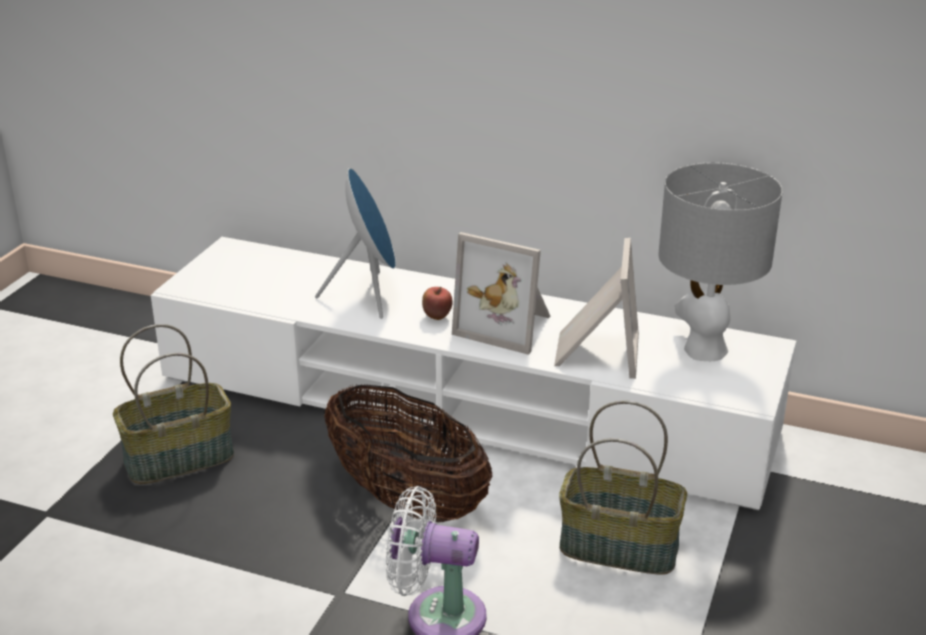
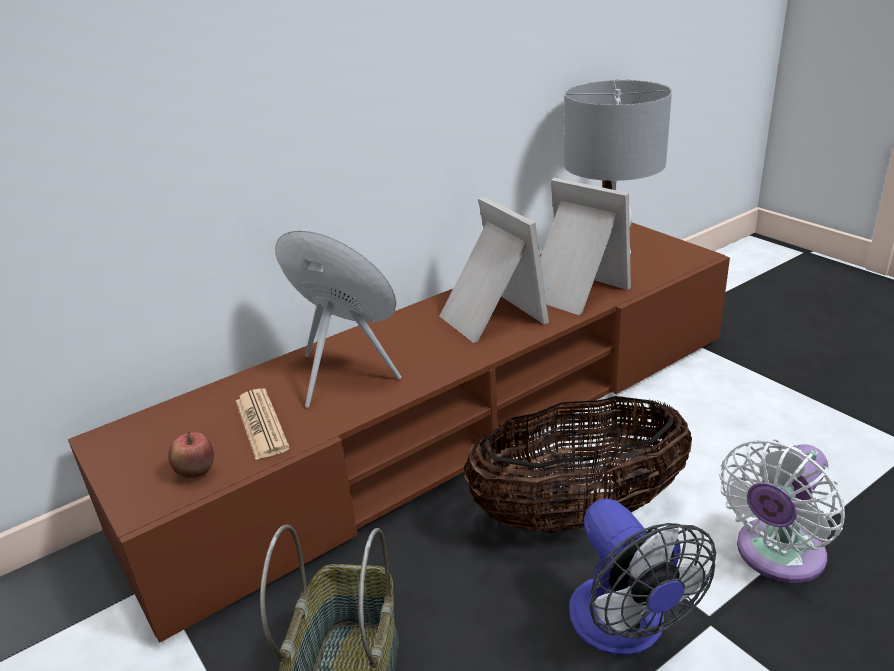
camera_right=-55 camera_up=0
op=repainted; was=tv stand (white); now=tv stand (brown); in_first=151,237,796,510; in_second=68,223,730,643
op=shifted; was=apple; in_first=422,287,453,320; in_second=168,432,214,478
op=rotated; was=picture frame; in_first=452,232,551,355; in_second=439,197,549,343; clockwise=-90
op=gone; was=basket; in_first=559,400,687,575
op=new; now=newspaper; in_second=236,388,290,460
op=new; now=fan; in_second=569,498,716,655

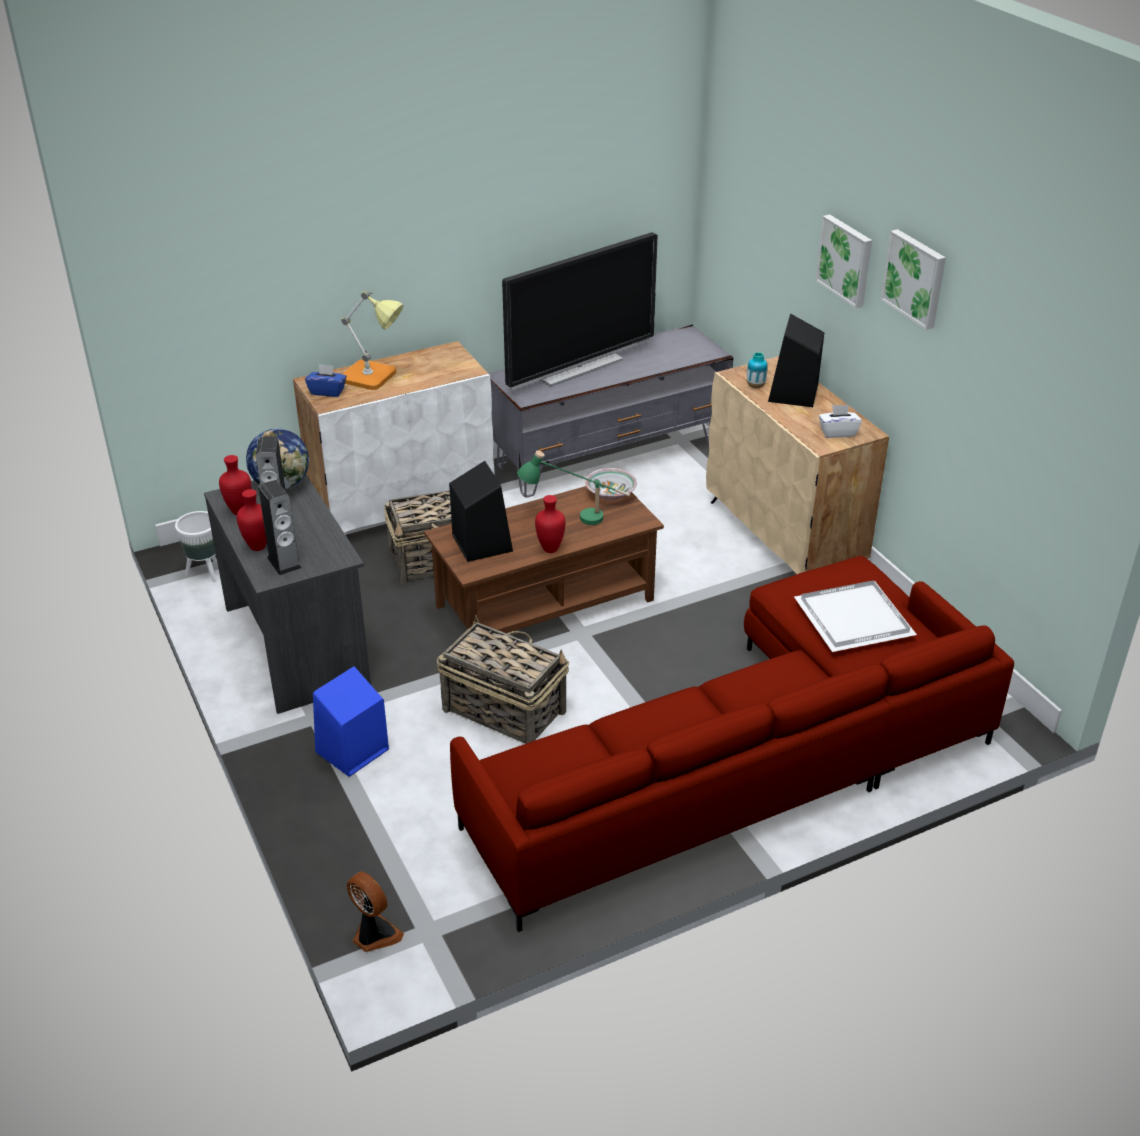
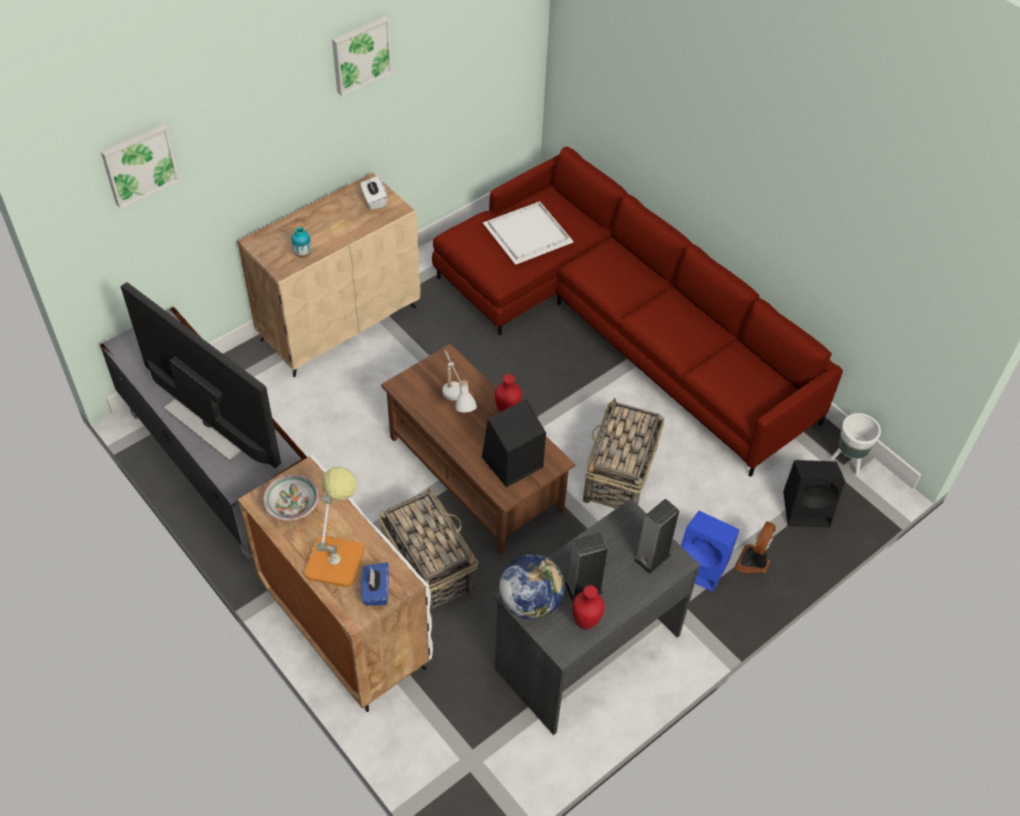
camera_right=-105 camera_up=15
op=shifted; was=planter (white); in_first=175,511,217,582; in_second=830,413,881,475
op=gone; was=vase (red); in_first=237,489,267,551
op=shifted; was=fan; in_first=347,872,404,952; in_second=735,521,776,573
op=repainted; was=table lamp (green); now=table lamp (white); in_first=517,451,630,525; in_second=442,351,477,412
op=shifted; was=bowl; in_first=585,468,637,500; in_second=263,474,319,521
op=shifted; was=speaker (black); in_first=768,313,824,407; in_second=783,460,845,527
op=shifted; was=picture; in_first=815,215,872,308; in_second=101,124,180,208

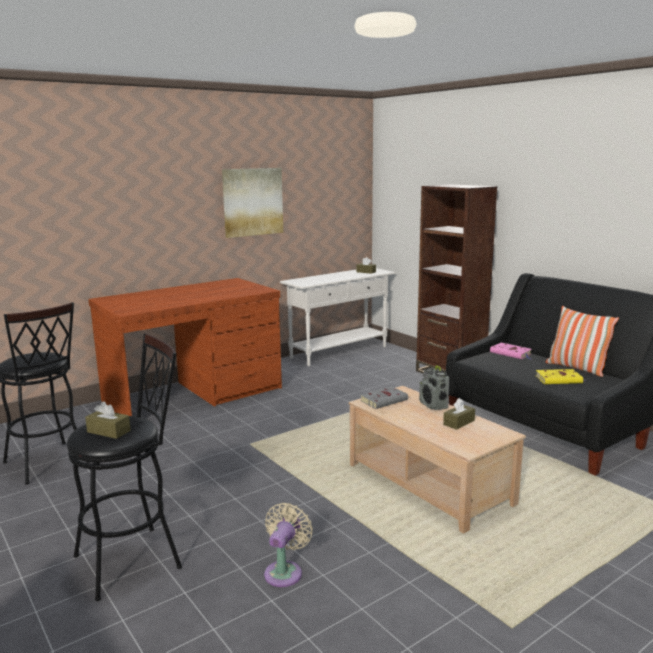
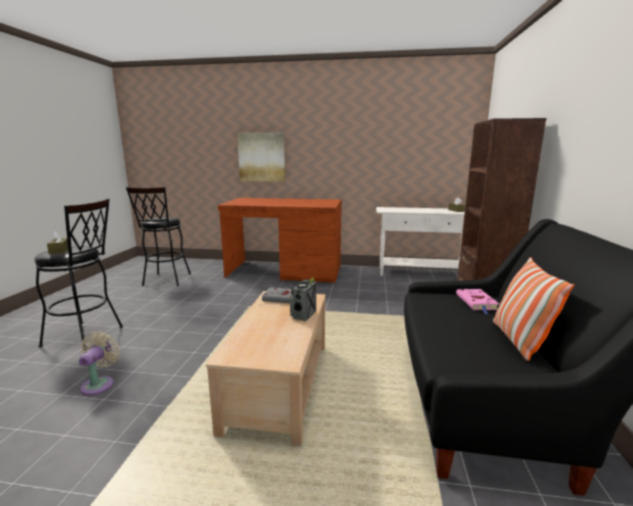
camera_right=45 camera_up=0
op=shifted; was=picture; in_first=222,168,283,238; in_second=237,133,285,182
op=rotated; was=fan (beige); in_first=264,503,313,587; in_second=79,332,120,395; clockwise=-60
op=gone; was=tissue box (brown); in_first=443,398,475,430
op=gone; was=book (yellow); in_first=536,369,587,384

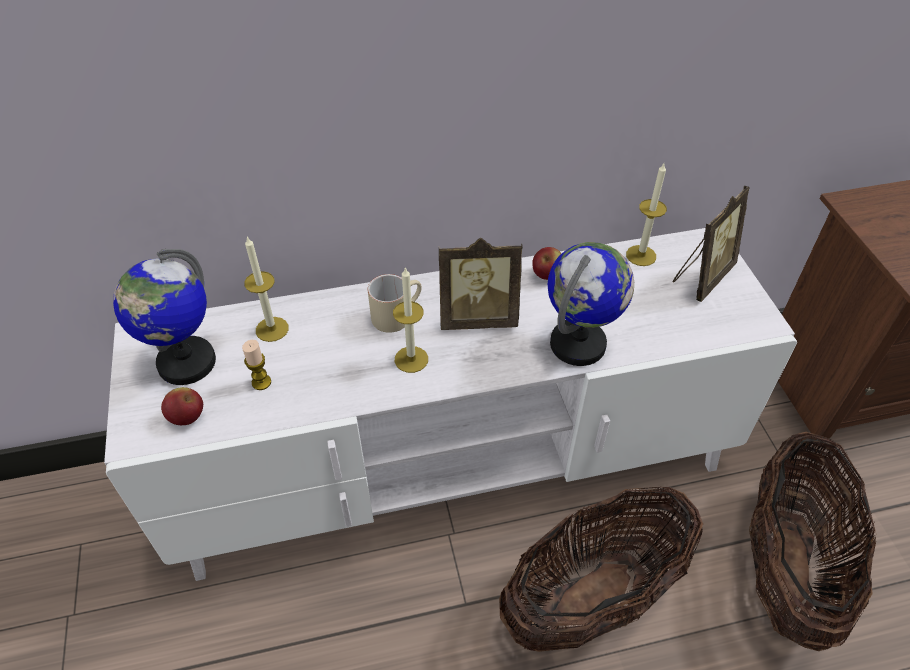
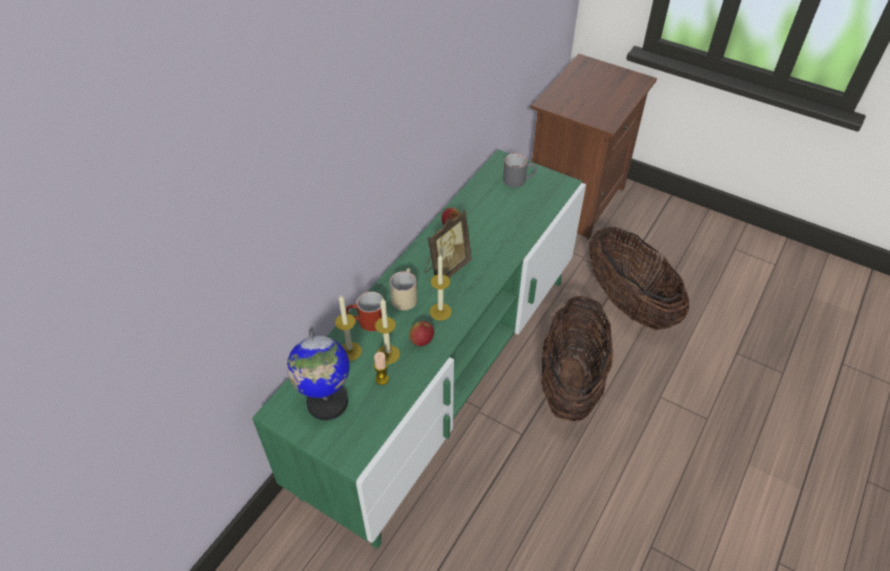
camera_right=-45 camera_up=0
op=repainted; was=tv stand (white); now=tv stand (green); in_first=104,228,797,581; in_second=252,149,586,549
op=shifted; was=apple; in_first=161,387,203,425; in_second=409,321,434,346
op=gone; was=globe; in_first=548,242,634,366
op=shifted; was=candle; in_first=626,164,667,266; in_second=375,298,400,364
op=swapped; was=picture frame; now=mug (grey); in_first=673,186,750,302; in_second=503,153,537,187
op=new; now=mug (red); in_second=346,291,384,331

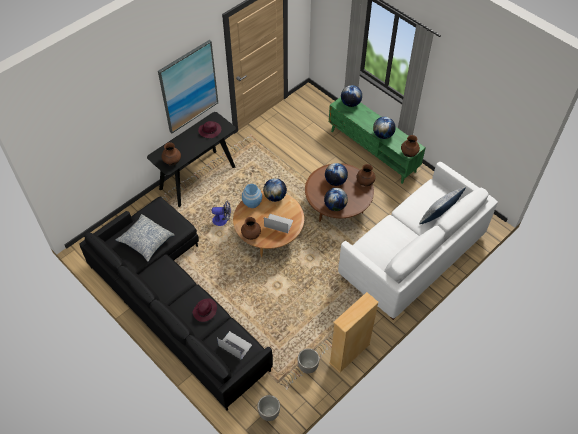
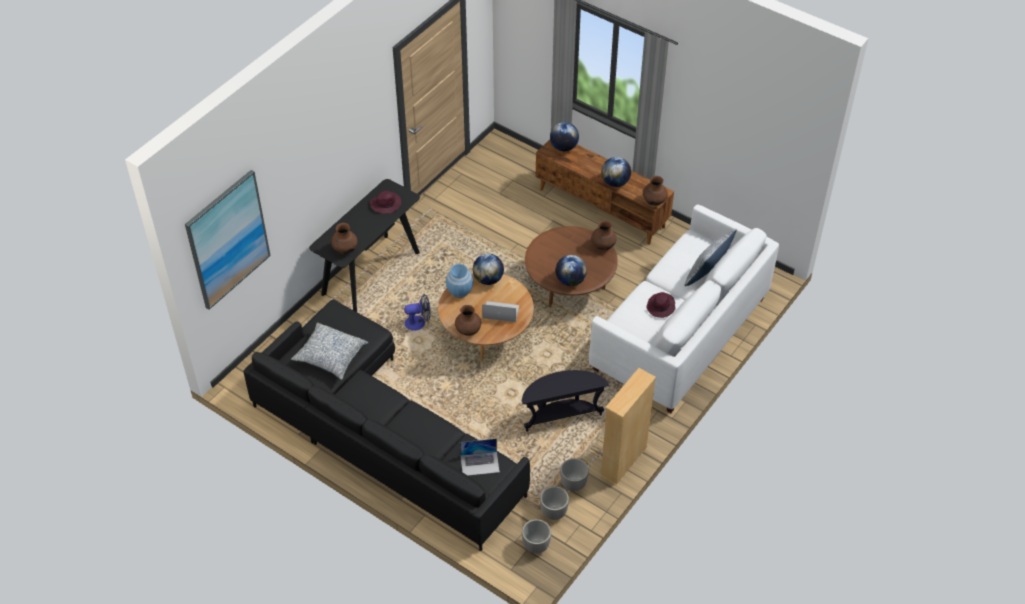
camera_right=-10 camera_up=-5
op=shifted; was=picture; in_first=158,40,218,134; in_second=185,170,271,310
op=shifted; was=hat (purple); in_first=192,298,217,322; in_second=647,292,675,318
op=rotated; was=laptop; in_first=217,331,252,360; in_second=460,439,500,476; clockwise=150
op=gone; was=globe; in_first=325,163,348,186
op=repainted; was=tv stand (green); now=tv stand (brown); in_first=329,97,425,184; in_second=536,139,674,245
op=new; now=side table (black); in_second=522,370,609,432
op=new; now=planter; in_second=540,486,569,520

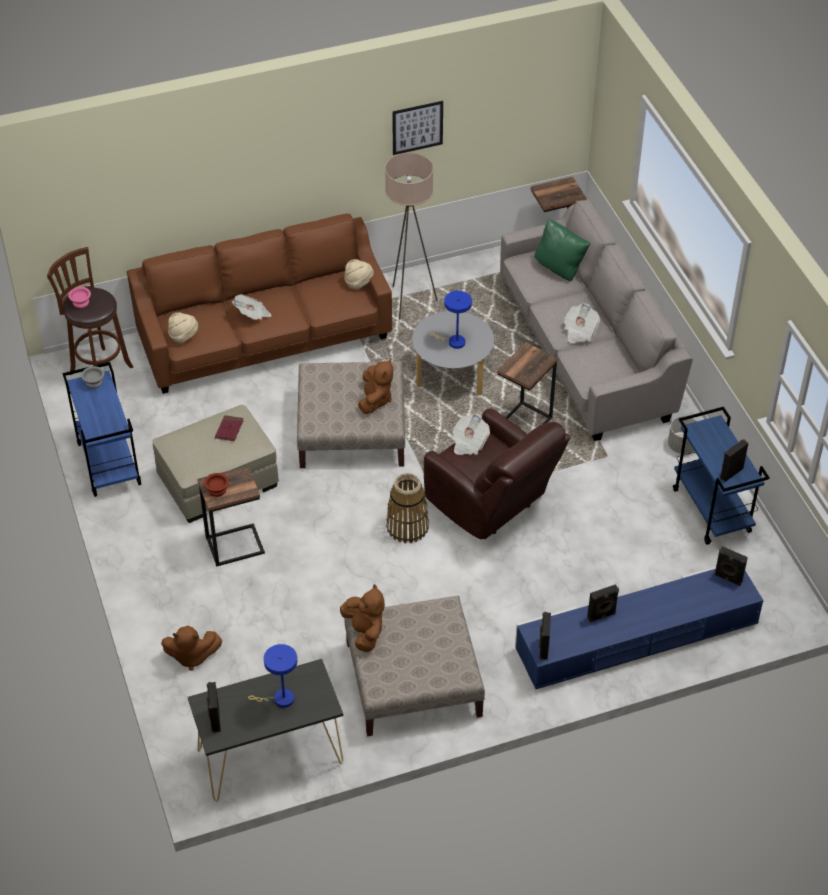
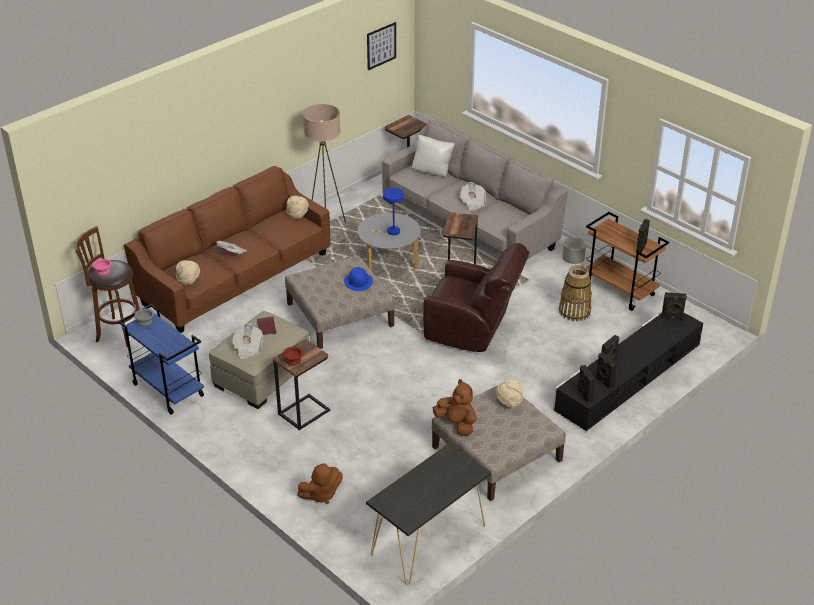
camera_right=-25 camera_up=-10
op=shifted; was=speaker (black); in_first=207,682,221,733; in_second=596,352,617,390
op=gone; was=table lamp (blue); in_first=248,644,297,708
op=swapped; was=plush toy (brown); now=hat (blue); in_first=358,358,393,414; in_second=344,267,373,291
op=shifted; was=basket; in_first=386,473,429,543; in_second=559,265,592,321
op=shifted; was=picture; in_first=392,101,443,155; in_second=367,22,396,70
op=shifted; was=newspaper; in_first=452,414,490,455; in_second=232,324,263,359
op=repainted; was=tv stand (blue); now=tv stand (black); in_first=515,567,764,689; in_second=553,311,703,431
op=repainted; was=pillow (green); now=pillow (white); in_first=534,219,590,282; in_second=412,135,455,177
op=repainted; was=cart (blue); now=cart (brown); in_first=673,407,770,545; in_second=586,212,669,311
op=new; now=hat (beige); in_second=495,380,523,409

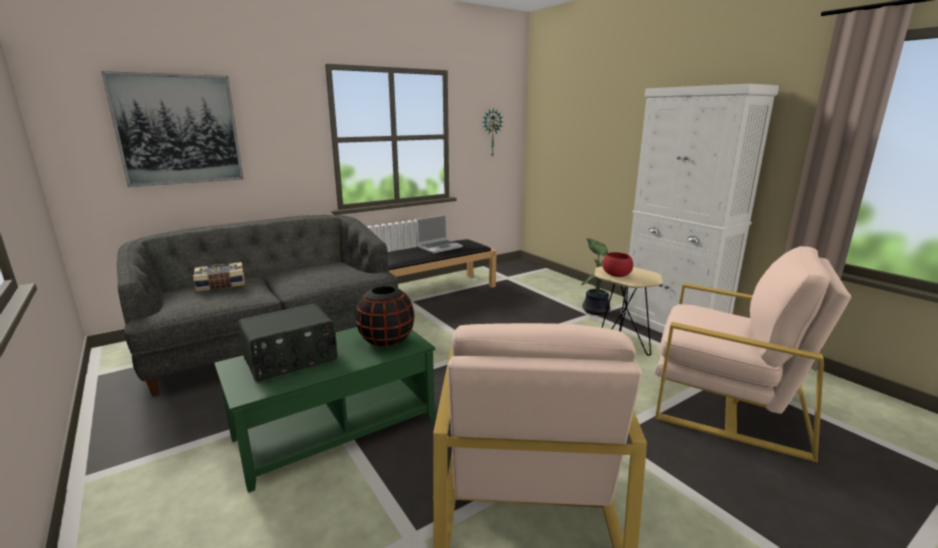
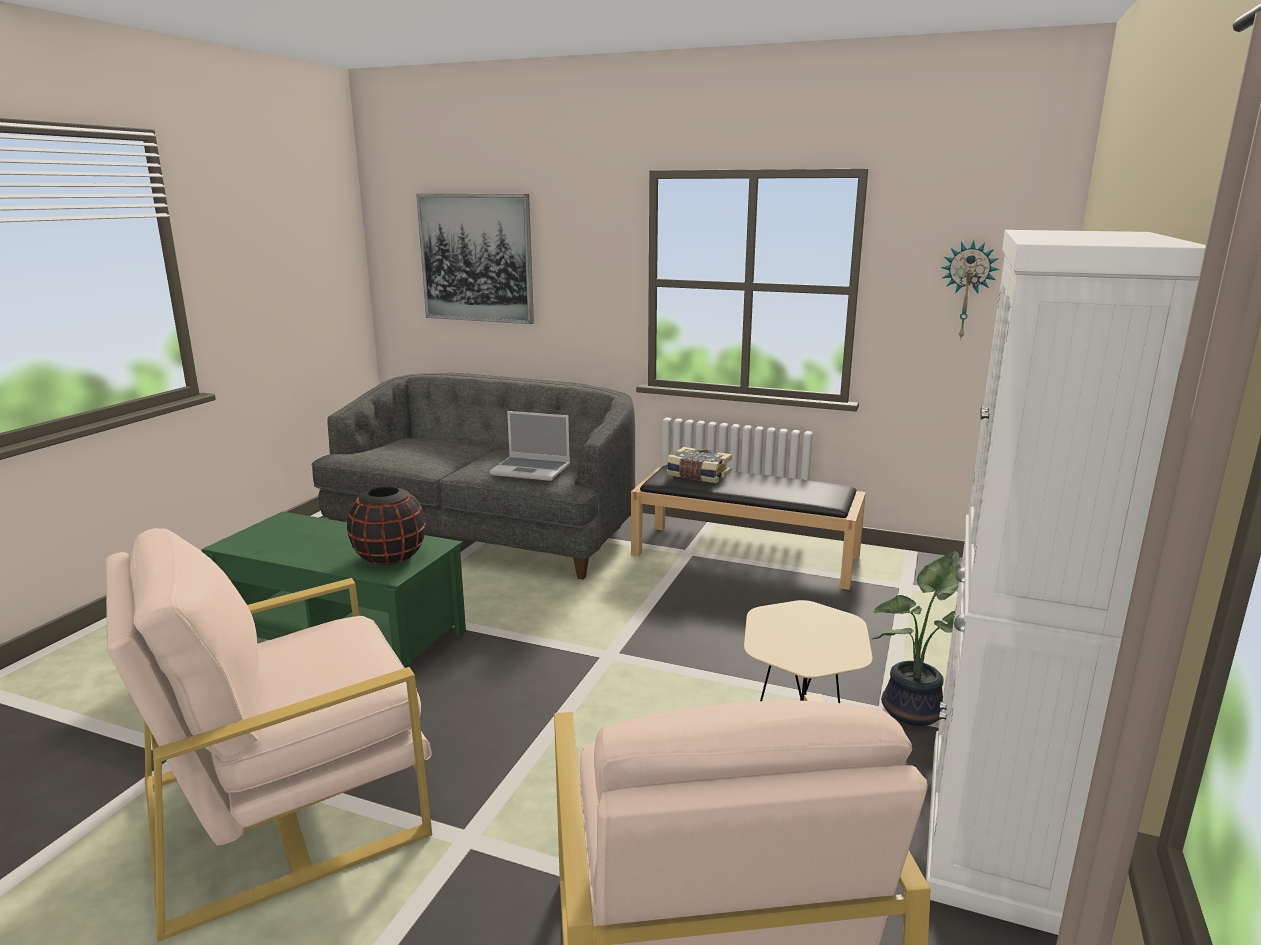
camera_right=55 camera_up=0
op=shifted; was=book; in_first=193,262,245,291; in_second=666,447,732,483
op=gone; was=radio; in_first=238,304,338,382
op=shifted; was=laptop; in_first=416,214,463,254; in_second=490,411,570,481
op=gone; was=bowl (red); in_first=602,252,633,277

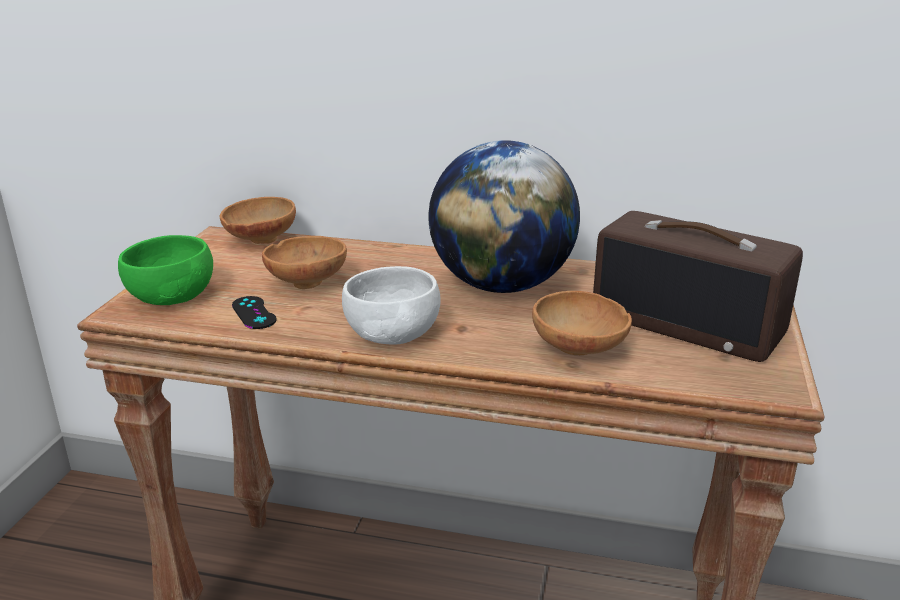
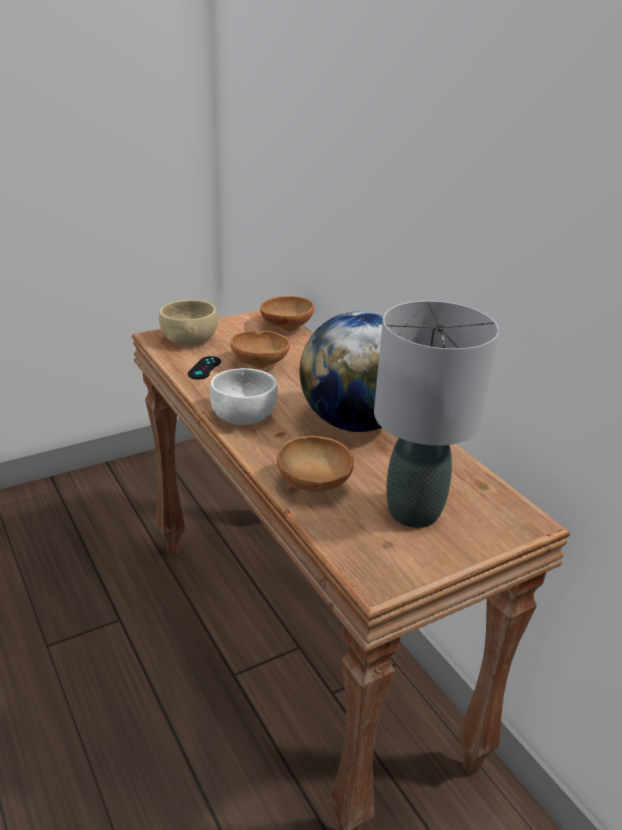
camera_right=45 camera_up=5
op=repainted; was=bowl (green); now=bowl (beige); in_first=118,235,213,305; in_second=159,300,218,346
op=swapped; was=radio; now=table lamp (grey); in_first=593,211,803,362; in_second=374,300,499,528

